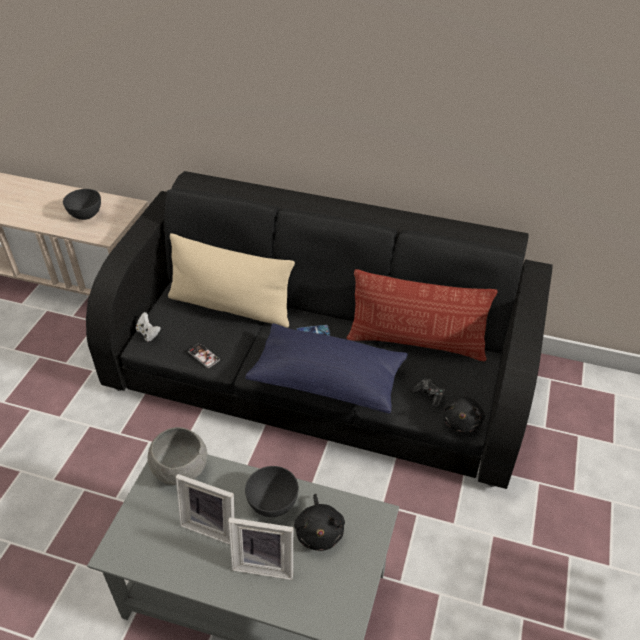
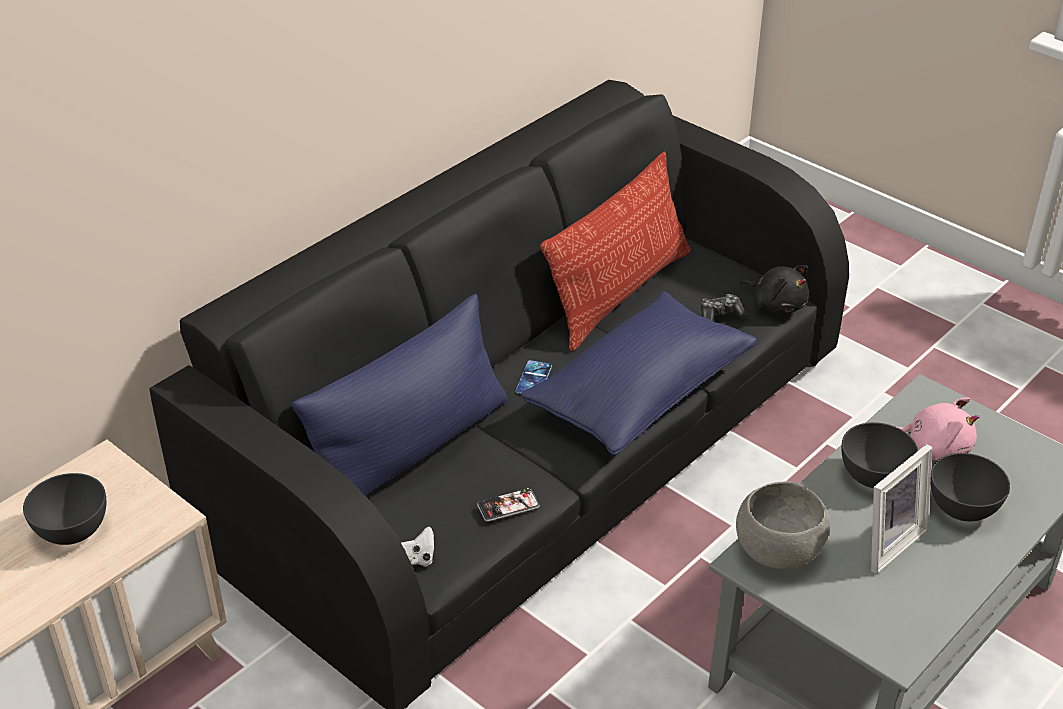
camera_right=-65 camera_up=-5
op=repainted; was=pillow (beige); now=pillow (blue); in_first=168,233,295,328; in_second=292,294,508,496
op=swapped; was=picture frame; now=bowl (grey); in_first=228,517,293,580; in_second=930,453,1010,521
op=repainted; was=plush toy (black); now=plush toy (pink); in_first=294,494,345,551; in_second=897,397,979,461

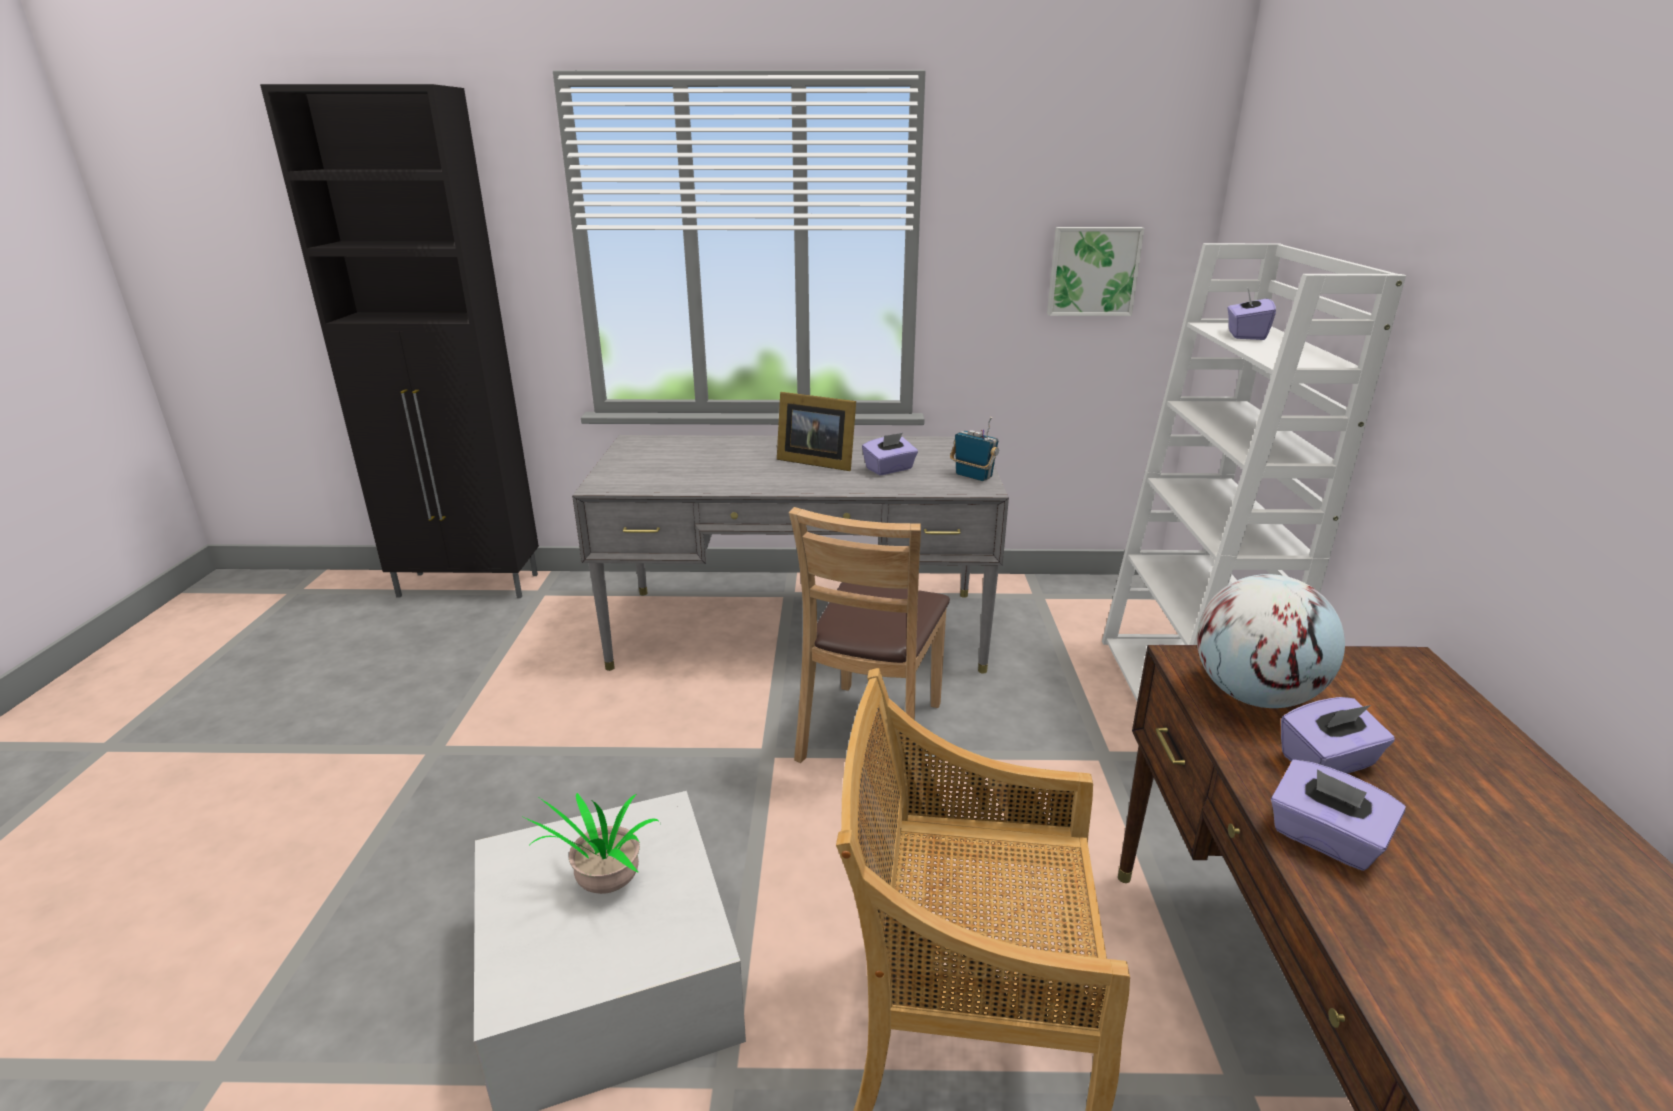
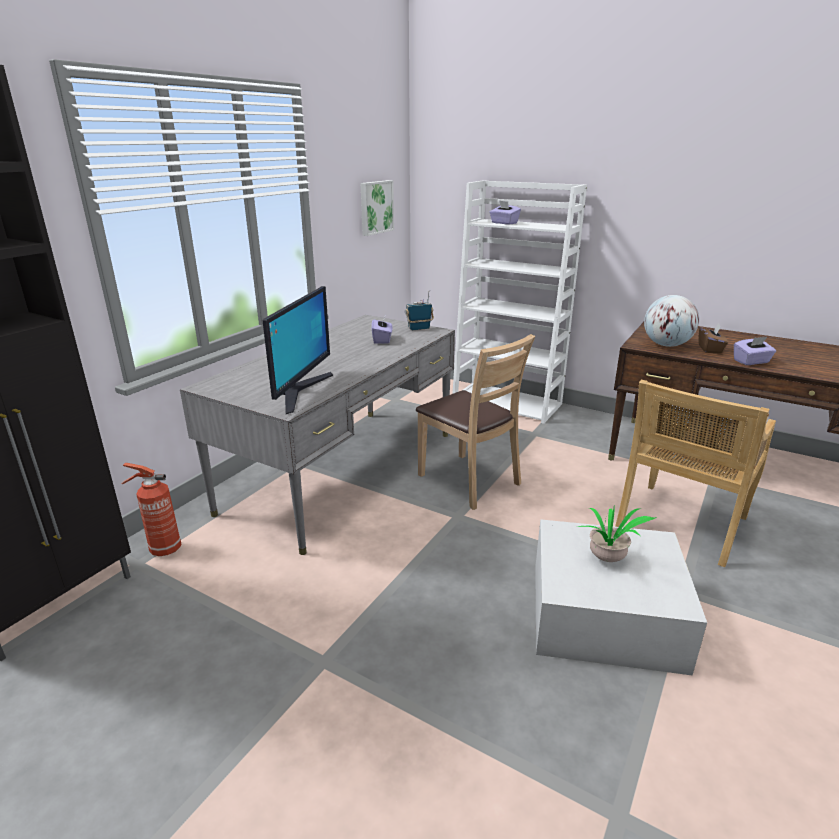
camera_right=-60 camera_up=0
op=gone; was=picture frame; in_first=777,392,856,471
op=repainted; was=tissue box (purple); now=tissue box (brown); in_first=1281,697,1395,774; in_second=699,324,728,354
op=new; now=fire extinguisher; in_second=122,463,182,556
op=new; now=monitor; in_second=263,286,333,414

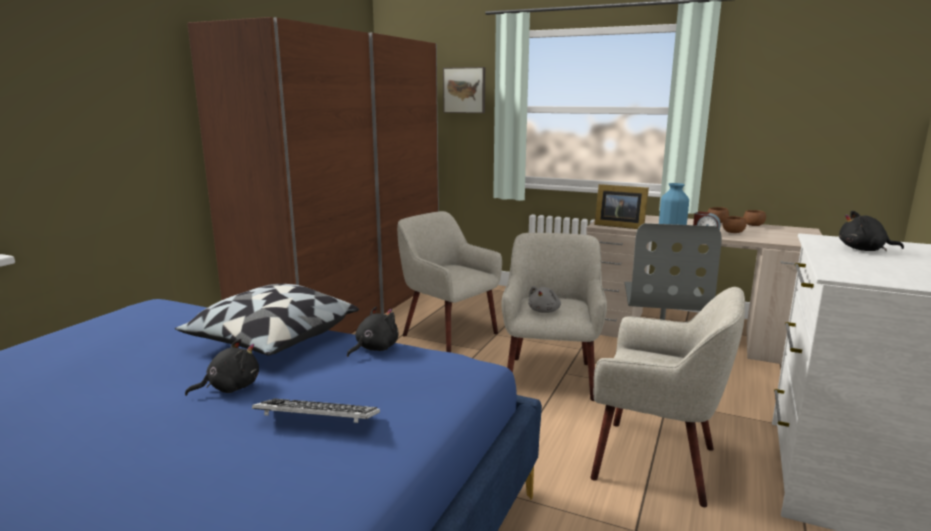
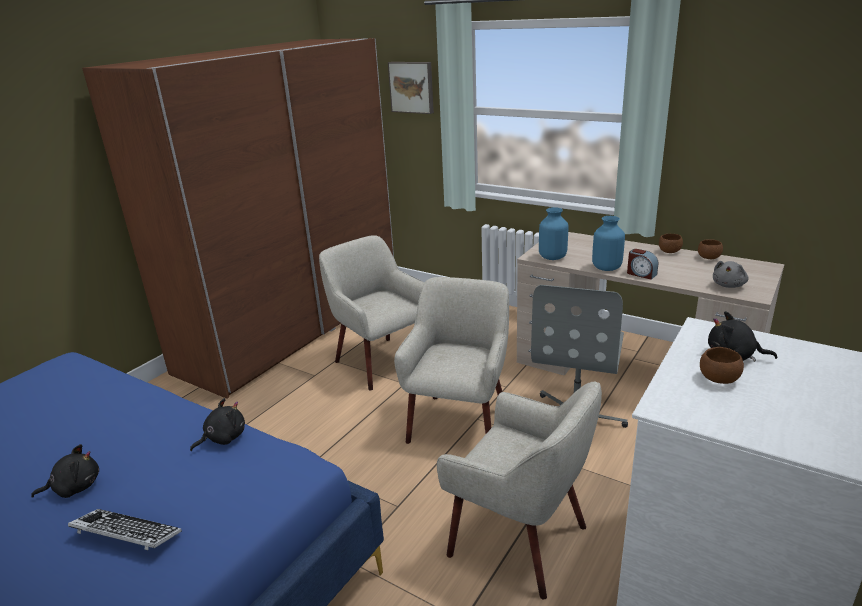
camera_right=10 camera_up=10
op=gone; was=pillow; in_first=175,284,359,356
op=shifted; was=plush toy (grey); in_first=528,286,561,313; in_second=713,261,748,288
op=swapped; was=picture frame; now=vase (blue); in_first=594,184,649,229; in_second=539,207,568,260
op=shifted; was=bowl (brown); in_first=723,216,747,233; in_second=700,347,744,384

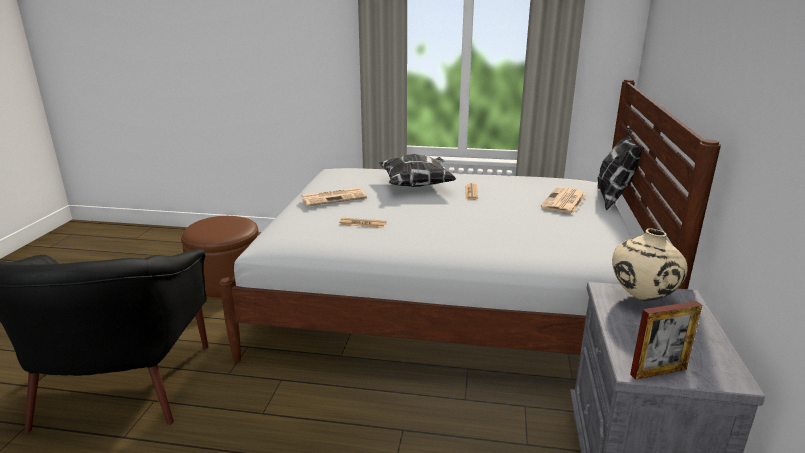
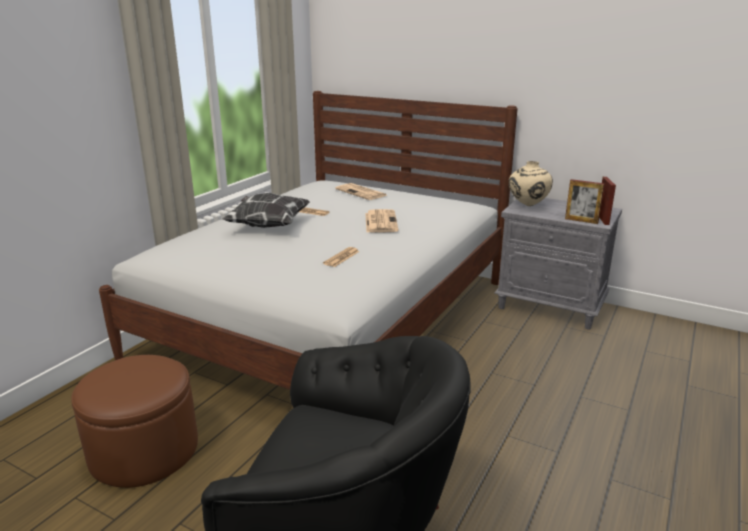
camera_right=-70 camera_up=0
op=shifted; was=newspaper; in_first=301,188,367,206; in_second=365,209,399,233
op=gone; was=pillow; in_first=597,127,644,211
op=new; now=picture frame; in_second=565,179,605,224

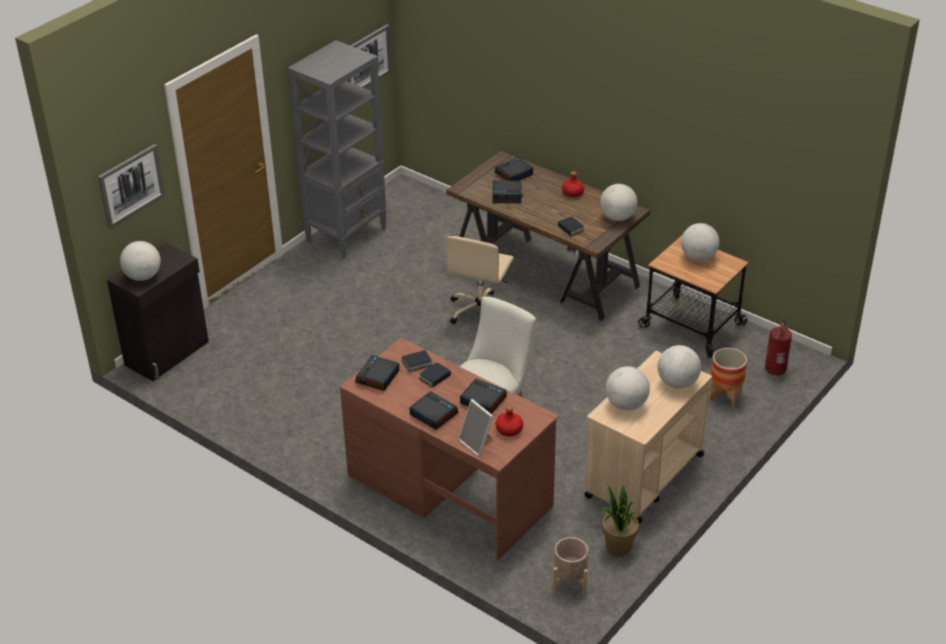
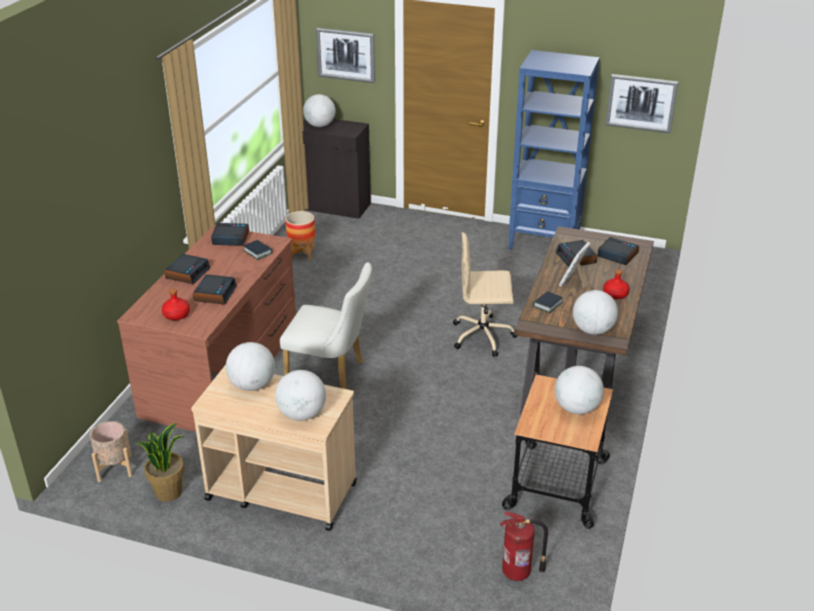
camera_right=70 camera_up=-5
op=repainted; was=bookcase (grey); now=bookcase (blue); in_first=288,40,387,259; in_second=509,50,600,250
op=gone; was=book; in_first=419,362,451,388
op=shifted; was=picture frame; in_first=458,399,493,457; in_second=559,242,591,289
op=shifted; was=planter; in_first=709,348,747,407; in_second=285,211,316,260

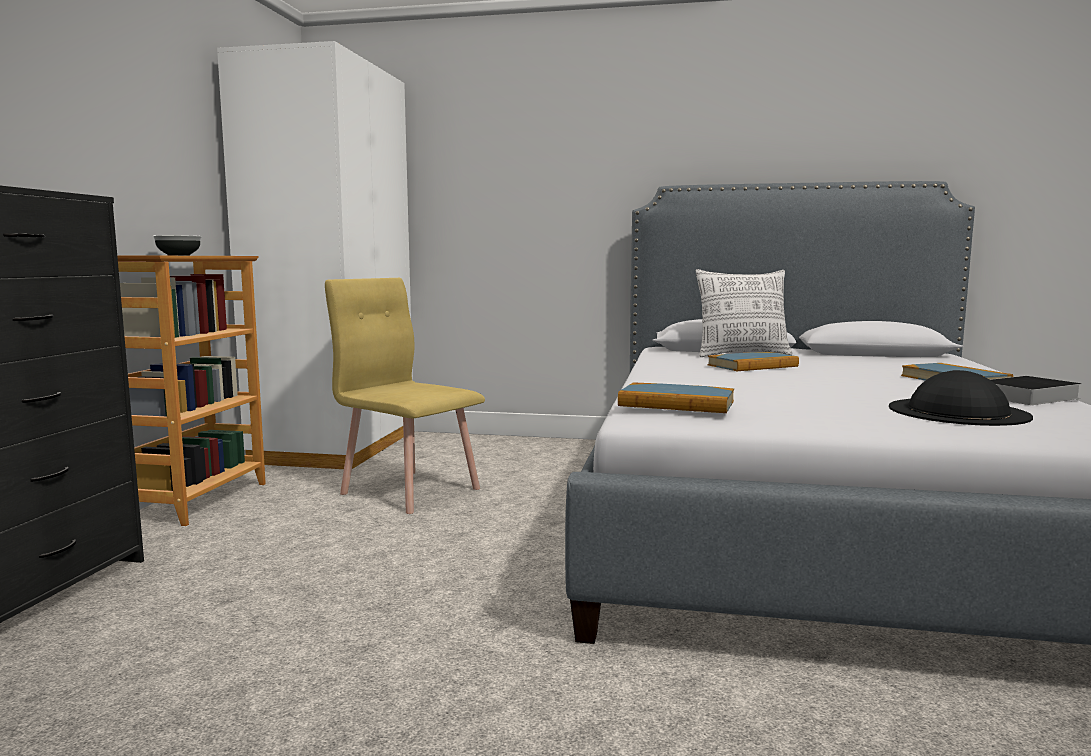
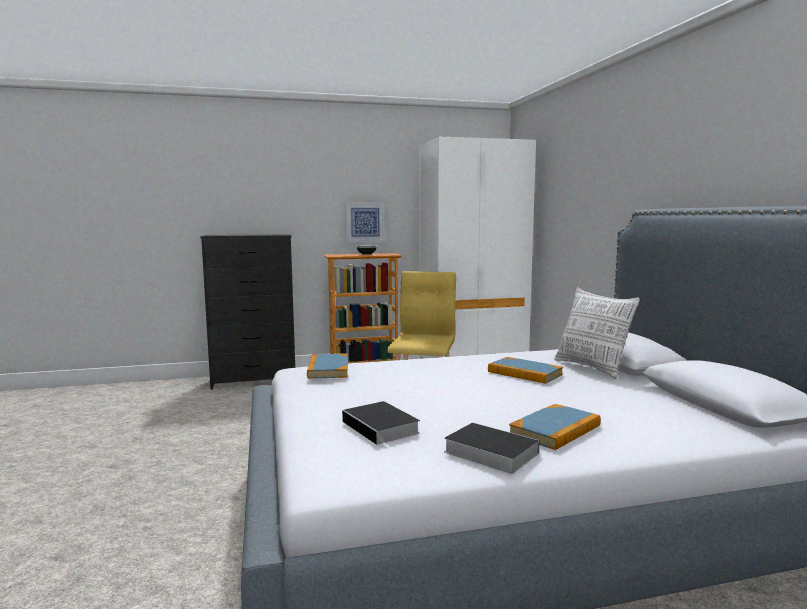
camera_right=65 camera_up=0
op=swapped; was=hat (black); now=book; in_first=889,370,1033,426; in_second=342,401,420,449
op=new; now=picture; in_second=345,202,385,242

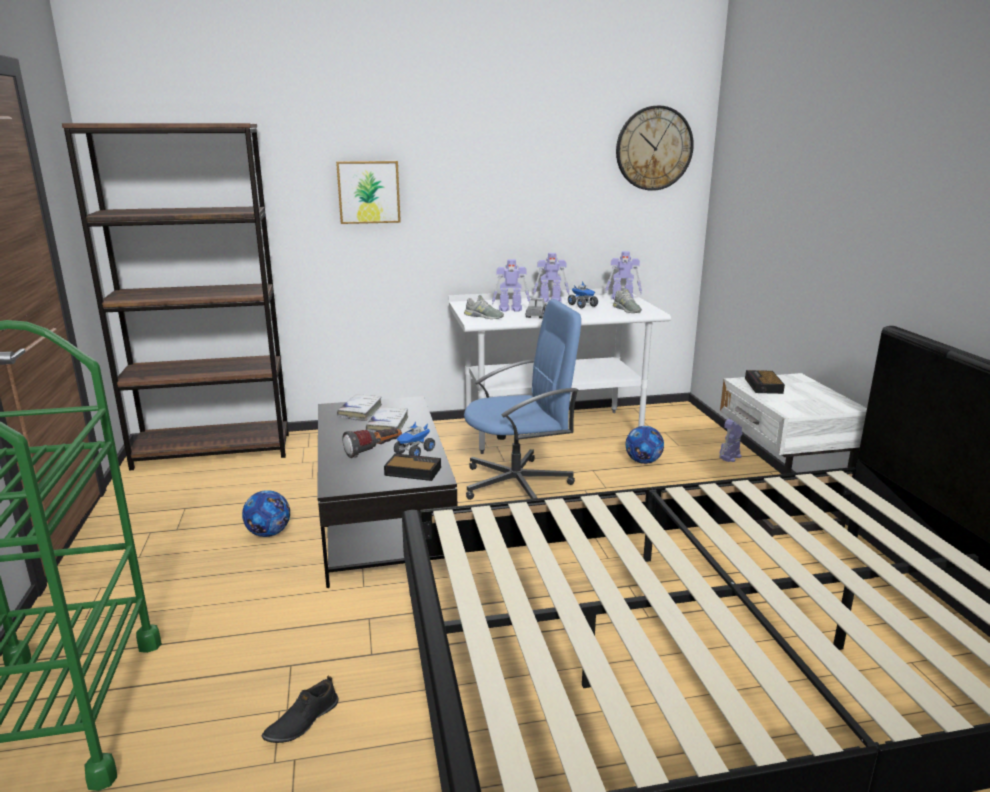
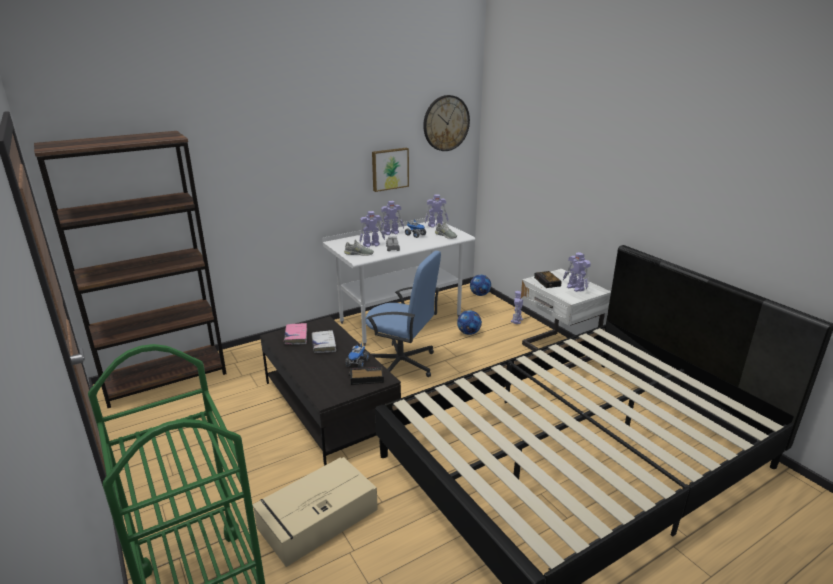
camera_right=-20 camera_up=5
op=shifted; was=football; in_first=242,490,290,537; in_second=470,275,491,296
op=gone; was=shoe (black); in_first=262,676,339,743
op=shifted; was=picture; in_first=336,161,401,224; in_second=372,148,409,192
op=repainted; was=book (white); now=book (pink); in_first=337,395,382,421; in_second=284,323,307,345
op=gone; was=flashlight; in_first=342,428,402,458
op=rotated; was=office chair (blue); in_first=464,299,581,500; in_second=365,251,441,377; clockwise=60
op=new; now=storage box (beige); in_second=252,457,378,567
op=new; now=toy robot; in_second=563,252,591,292

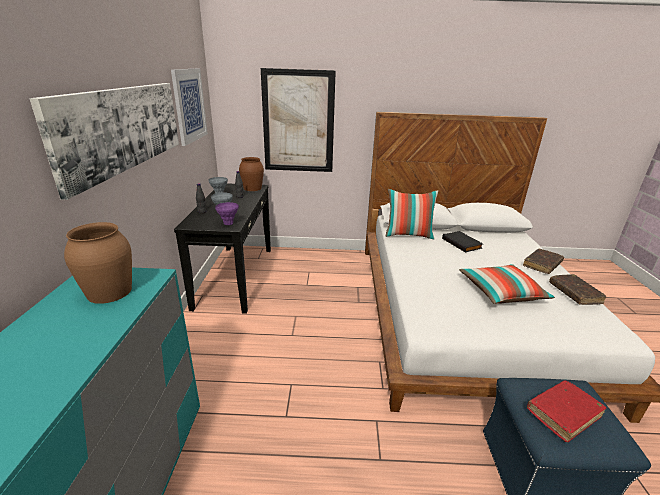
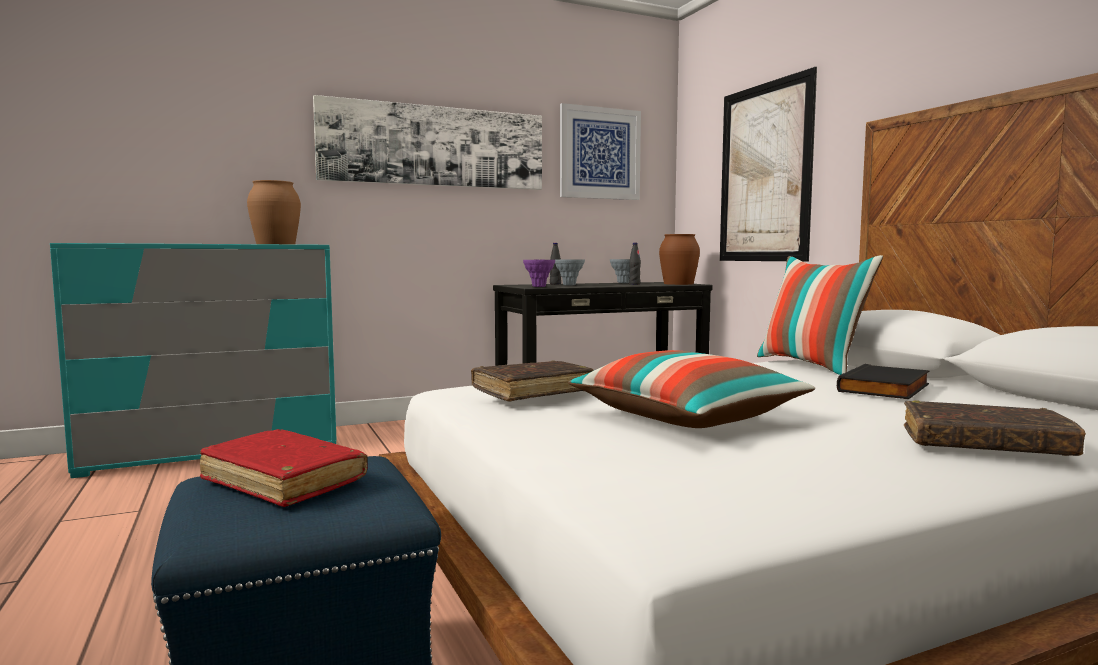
camera_right=65 camera_up=-20
op=shifted; was=book (brown); in_first=549,274,606,305; in_second=471,360,594,402

